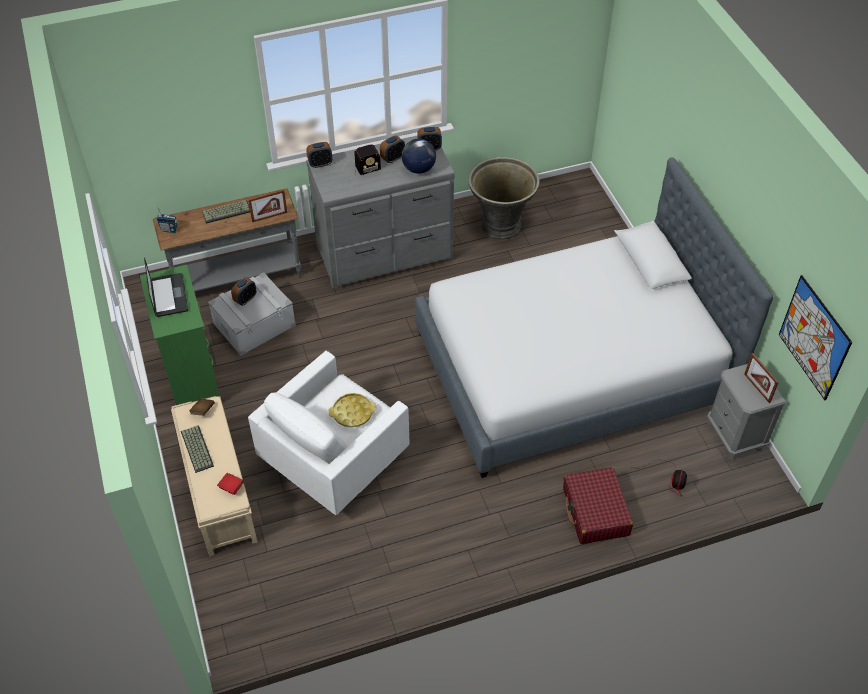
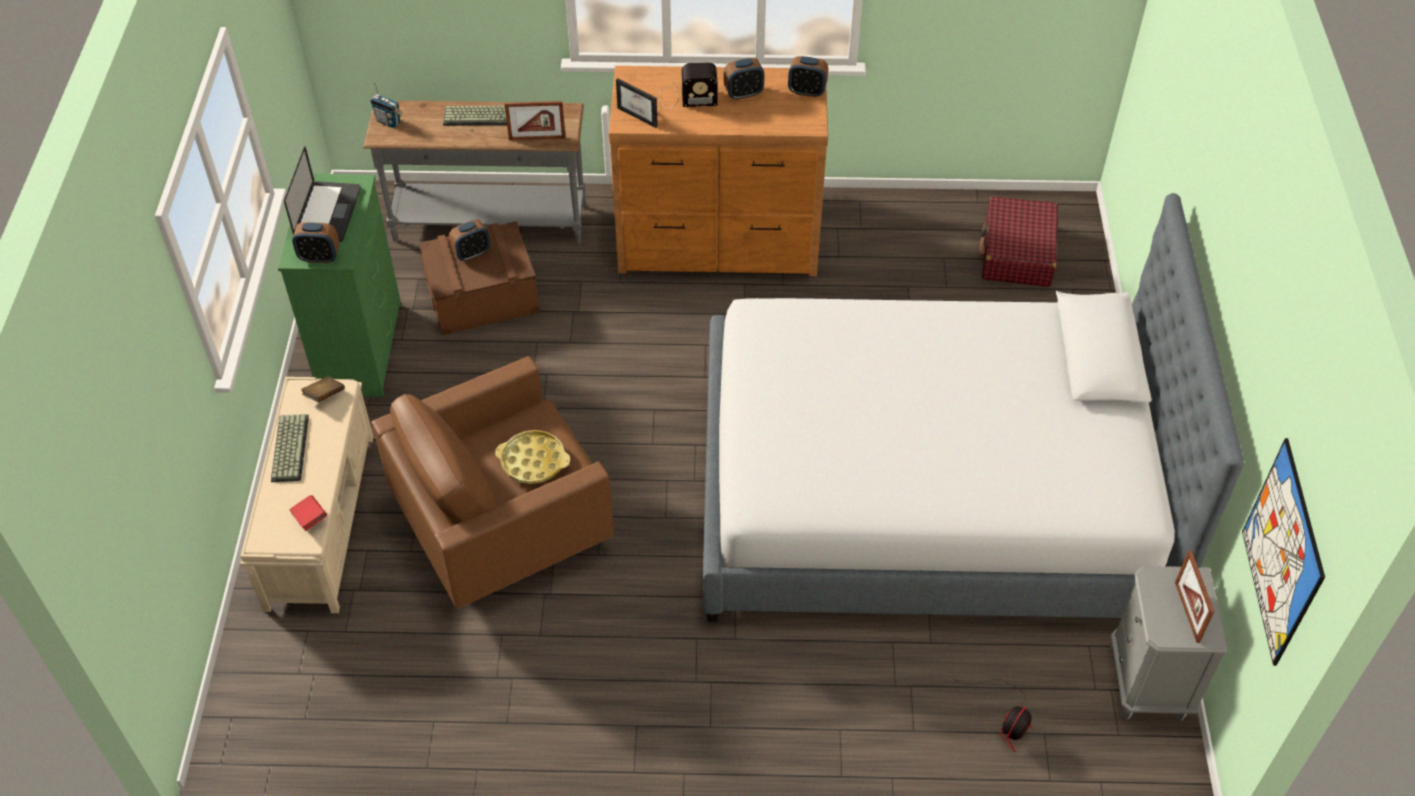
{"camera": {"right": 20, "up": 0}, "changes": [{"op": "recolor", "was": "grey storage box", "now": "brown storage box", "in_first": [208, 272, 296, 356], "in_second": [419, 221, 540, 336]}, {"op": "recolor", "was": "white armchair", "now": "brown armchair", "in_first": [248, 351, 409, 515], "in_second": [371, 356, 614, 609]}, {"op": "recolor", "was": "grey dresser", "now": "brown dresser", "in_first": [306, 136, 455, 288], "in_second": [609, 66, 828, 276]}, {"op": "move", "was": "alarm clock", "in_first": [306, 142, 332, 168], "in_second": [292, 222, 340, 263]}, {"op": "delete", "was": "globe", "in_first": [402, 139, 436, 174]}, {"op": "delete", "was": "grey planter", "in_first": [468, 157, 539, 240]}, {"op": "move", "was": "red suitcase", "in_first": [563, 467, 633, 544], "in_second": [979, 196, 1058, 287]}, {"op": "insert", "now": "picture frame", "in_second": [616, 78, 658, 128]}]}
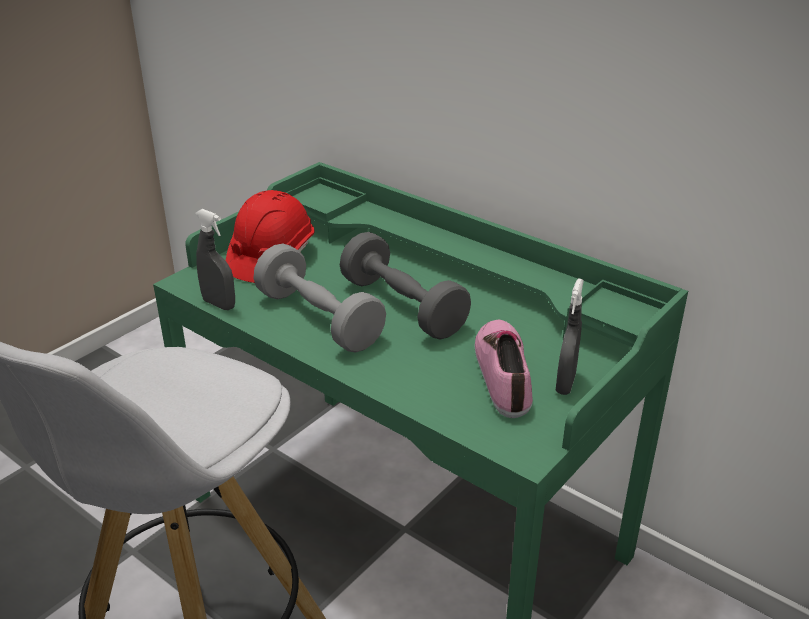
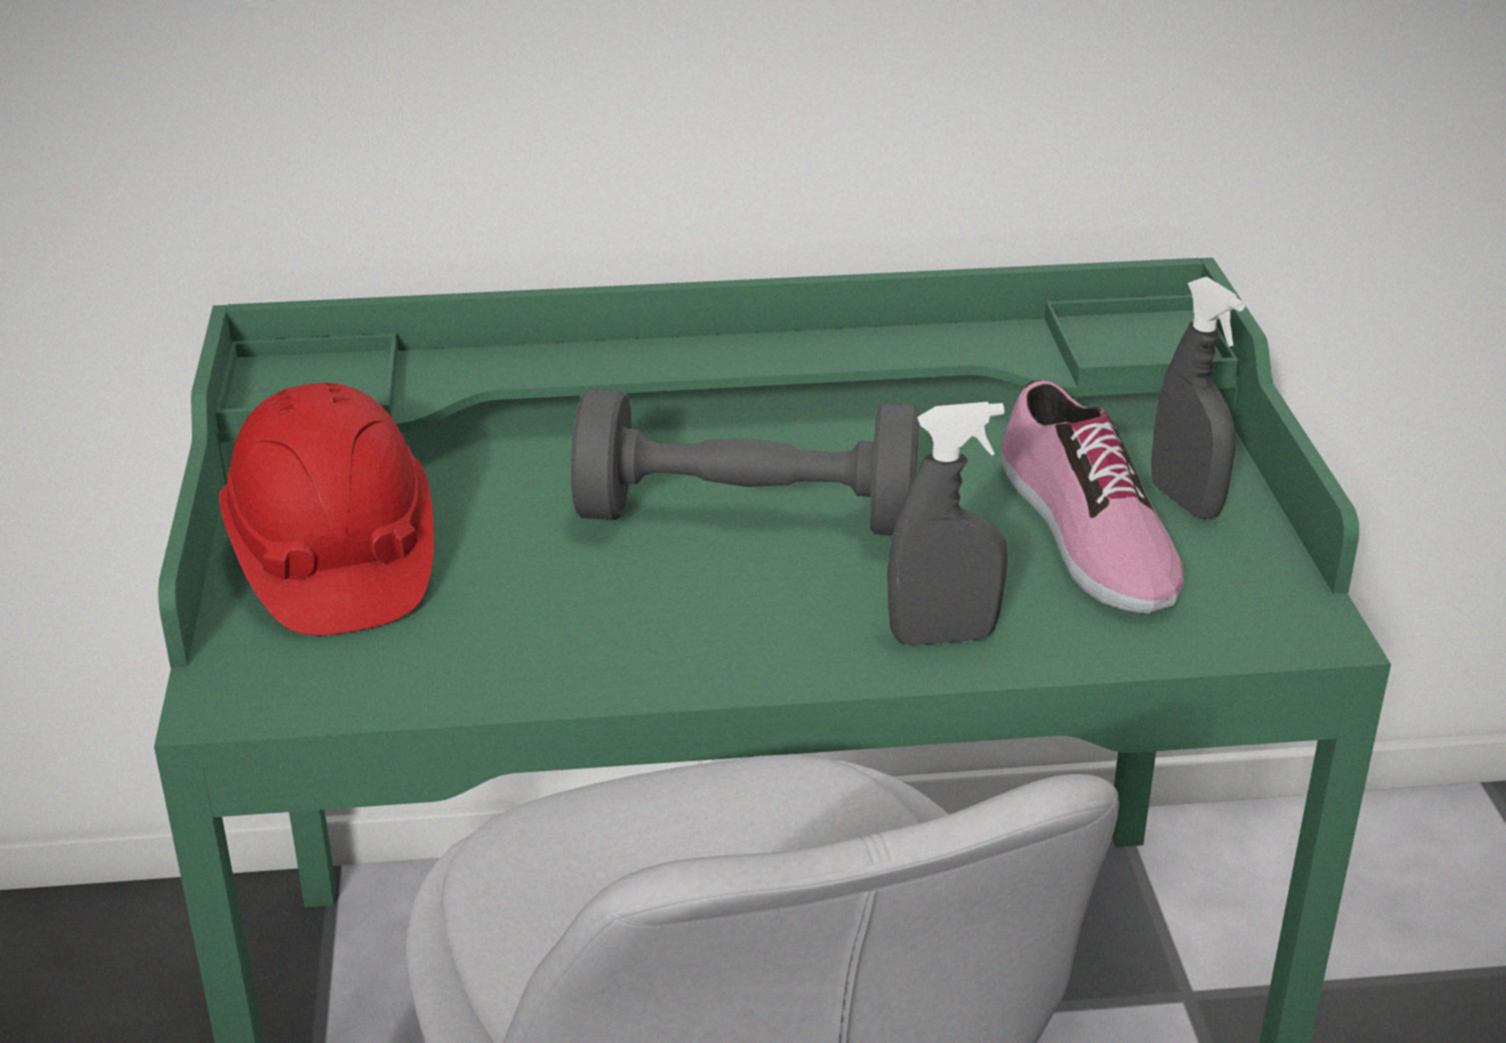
{"camera": {"right": -45, "up": 0}, "changes": [{"op": "move", "was": "grey spray bottle", "in_first": [195, 209, 235, 310], "in_second": [887, 402, 1007, 646]}, {"op": "delete", "was": "grey dumbbell", "in_first": [253, 244, 386, 353]}, {"op": "rotate", "was": "shoe", "in_first": [474, 319, 533, 418], "in_second": [1001, 380, 1184, 613], "clockwise": -150}]}
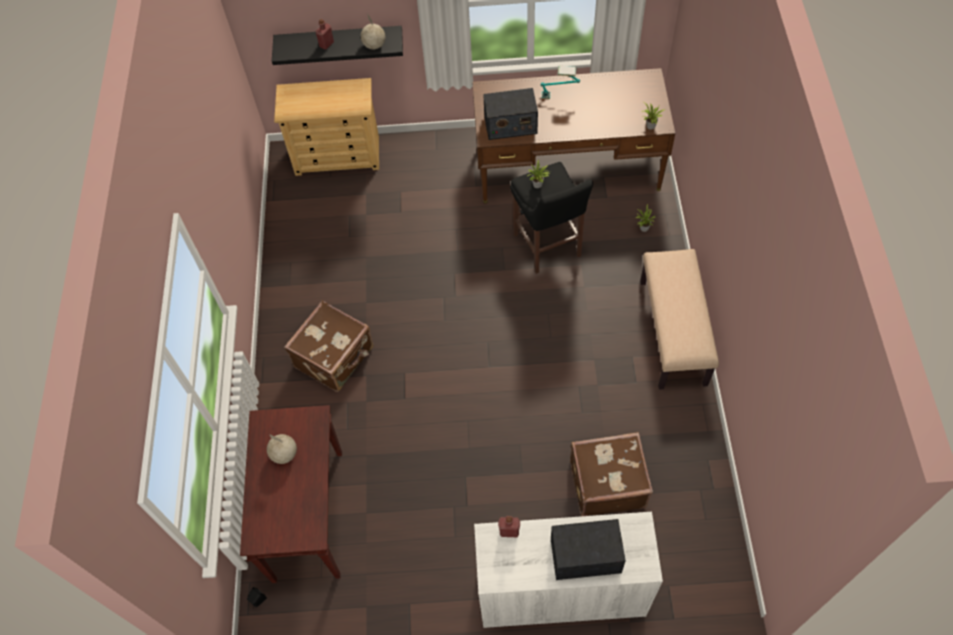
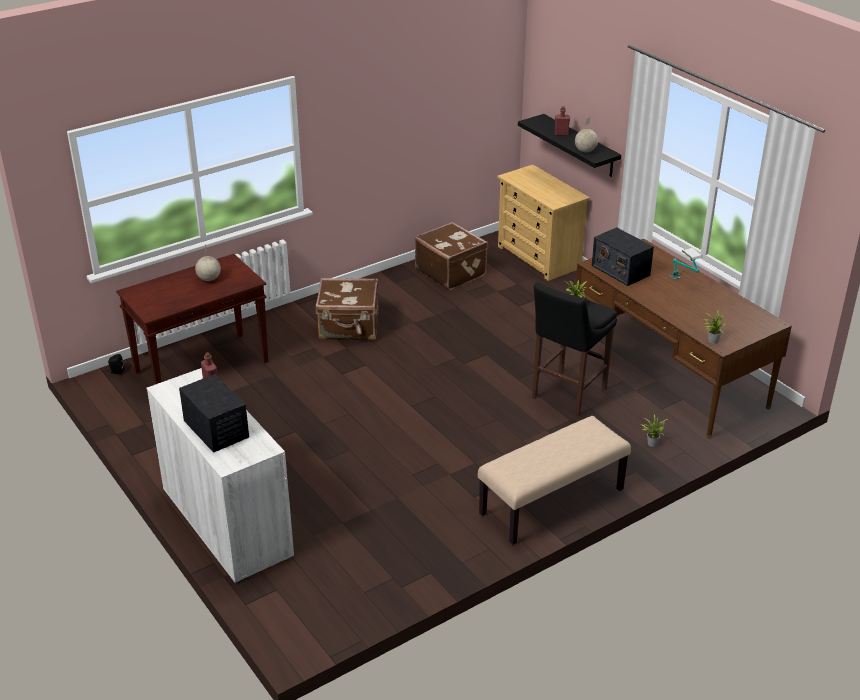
{"camera": {"right": 55, "up": -25}, "changes": [{"op": "move", "was": "brown suitcase", "in_first": [570, 432, 653, 516], "in_second": [415, 222, 488, 290]}]}
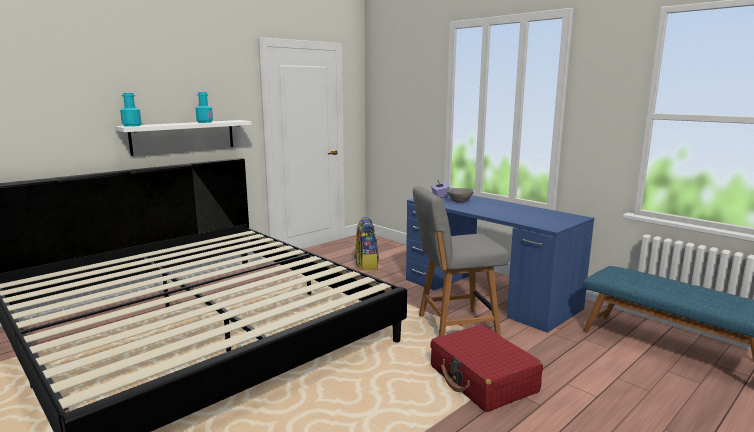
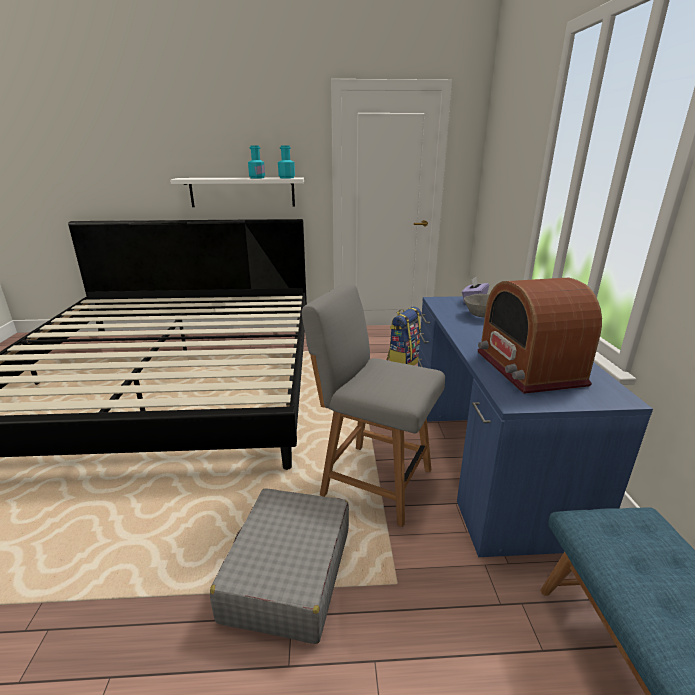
{"camera": {"right": 40, "up": 10}, "changes": [{"op": "move", "was": "turquoise bottle", "in_first": [120, 93, 142, 127], "in_second": [278, 145, 295, 179]}, {"op": "recolor", "was": "red suitcase", "now": "grey suitcase", "in_first": [430, 325, 543, 412], "in_second": [210, 488, 349, 644]}, {"op": "insert", "now": "radio", "in_second": [477, 278, 602, 394]}]}
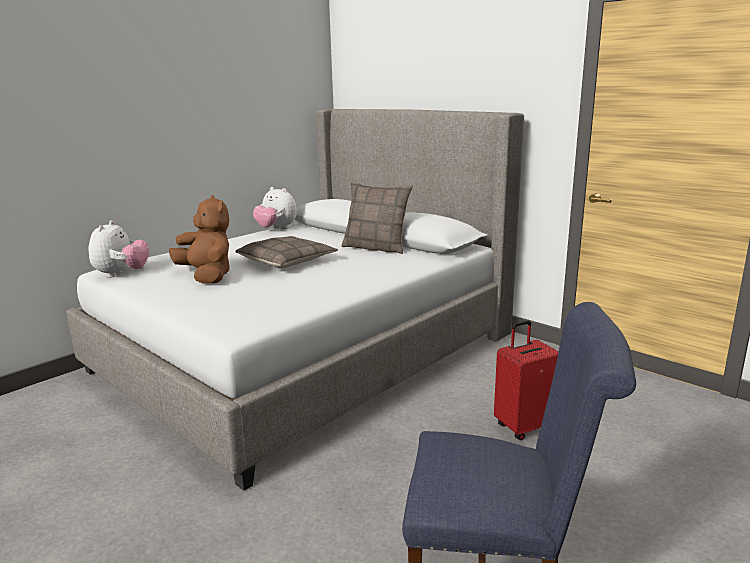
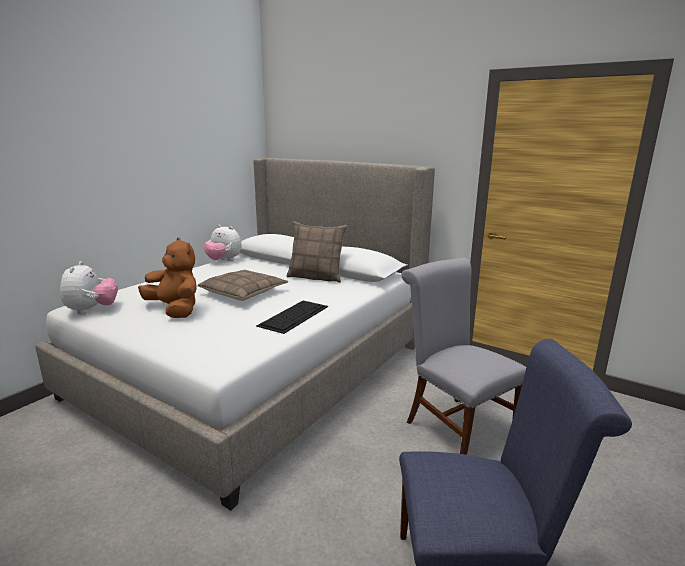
{"camera": {"right": -10, "up": 0}, "changes": [{"op": "replace", "was": "red suitcase", "now": "grey chair", "in_first": [494, 320, 559, 440], "in_second": [401, 258, 526, 455]}, {"op": "insert", "now": "keyboard", "in_second": [256, 301, 328, 334]}]}
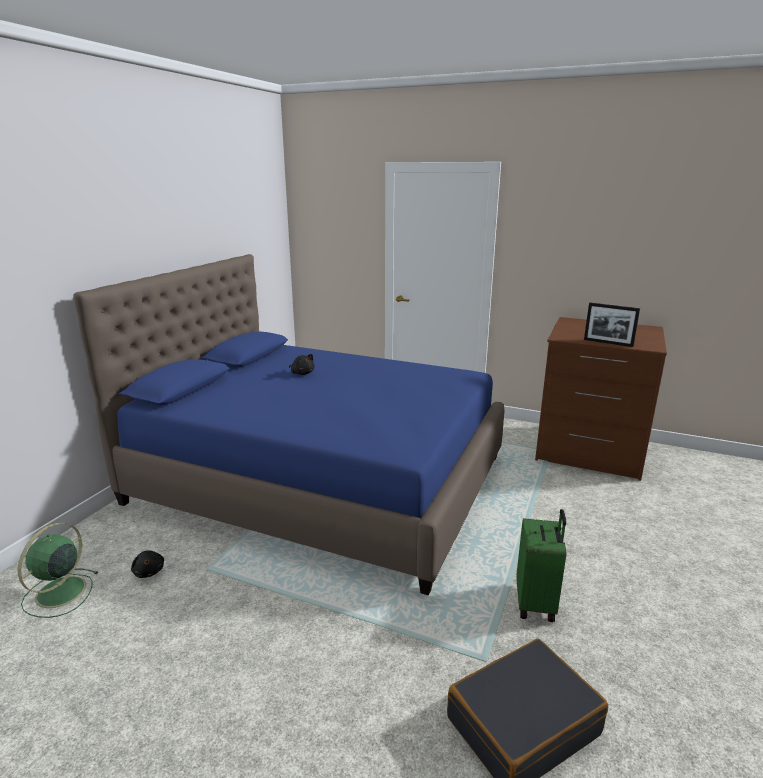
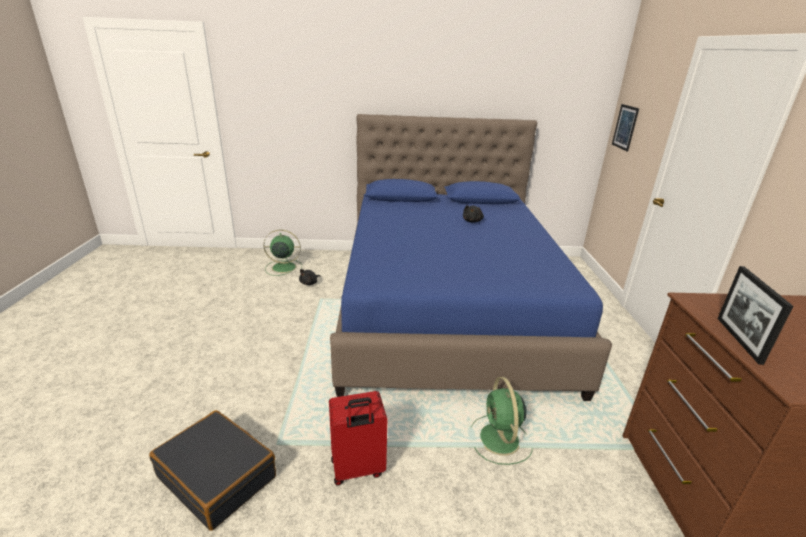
{"camera": {"right": 65, "up": 5}, "changes": [{"op": "recolor", "was": "green suitcase", "now": "red suitcase", "in_first": [516, 509, 566, 622], "in_second": [329, 391, 387, 486]}, {"op": "insert", "now": "green fan", "in_second": [471, 377, 533, 465]}, {"op": "insert", "now": "picture", "in_second": [612, 104, 639, 152]}]}
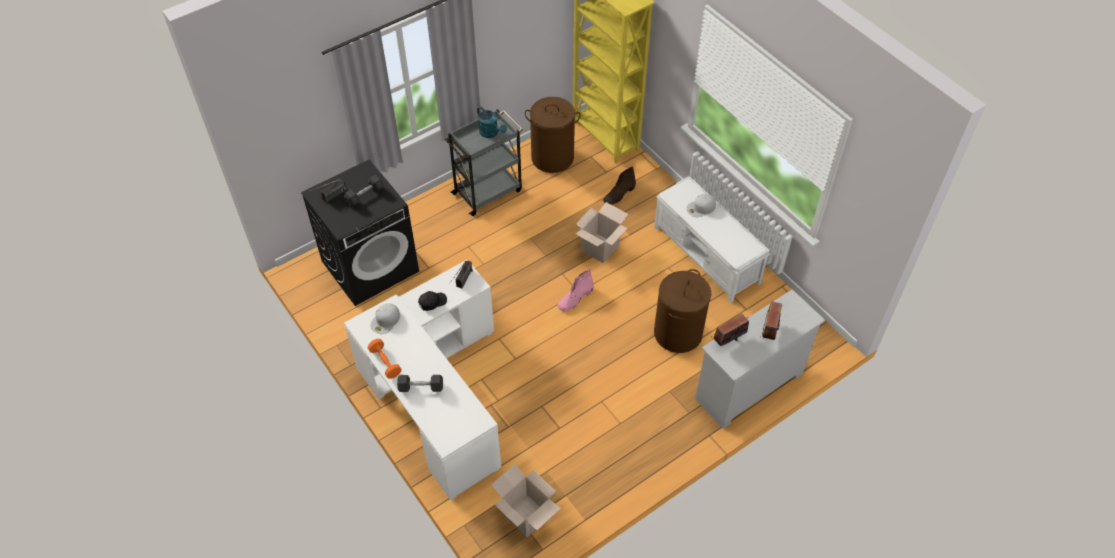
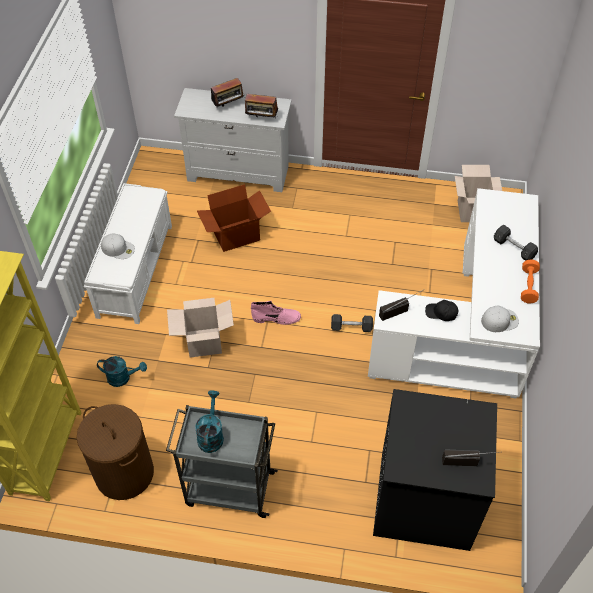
{"camera": {"right": -135, "up": 0}, "changes": [{"op": "move", "was": "grey dumbbell", "in_first": [344, 175, 383, 207], "in_second": [331, 314, 373, 332]}, {"op": "replace", "was": "brown boot", "now": "turquoise watering can", "in_first": [603, 166, 636, 205], "in_second": [97, 356, 147, 387]}, {"op": "replace", "was": "brown laundry basket", "now": "cardboard box", "in_first": [654, 269, 711, 353], "in_second": [197, 184, 271, 252]}]}
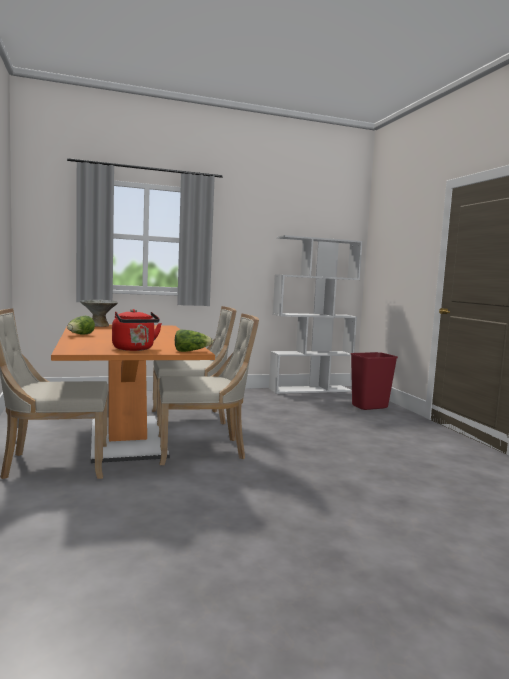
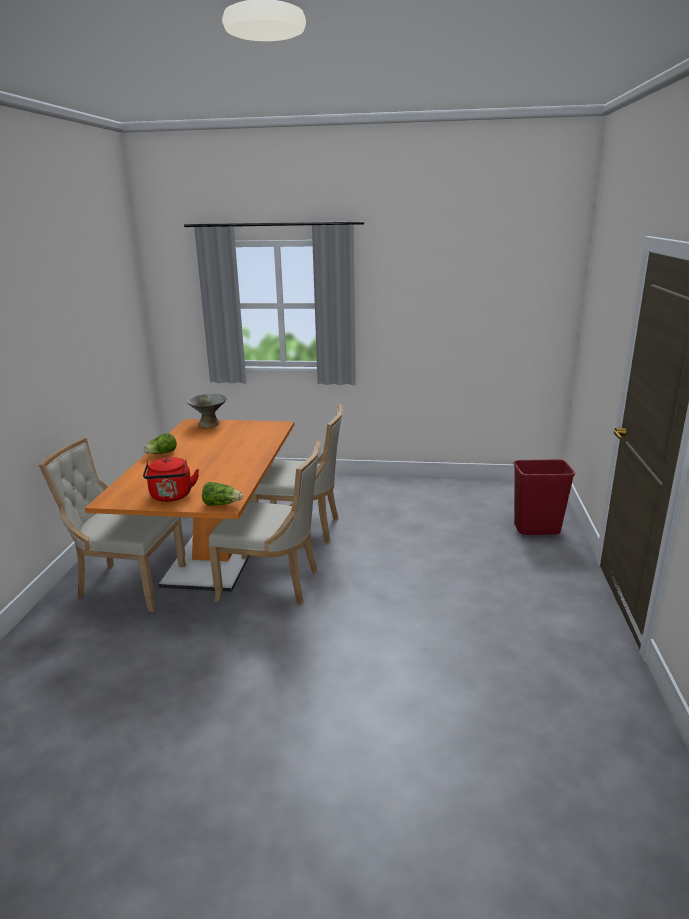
{"camera": {"right": 25, "up": 15}, "changes": [{"op": "delete", "was": "white bookcase", "in_first": [269, 235, 363, 394]}]}
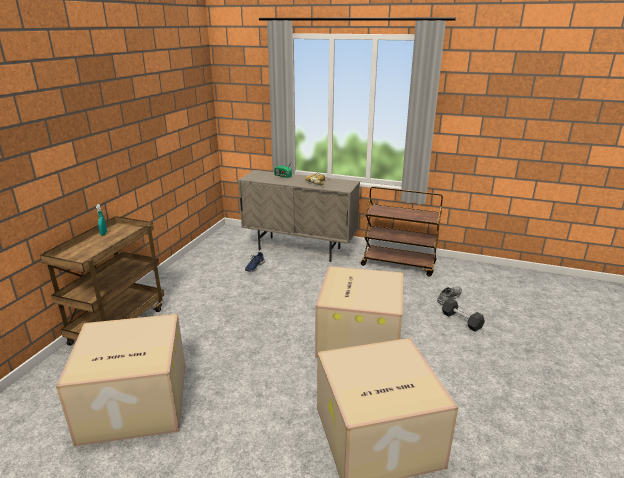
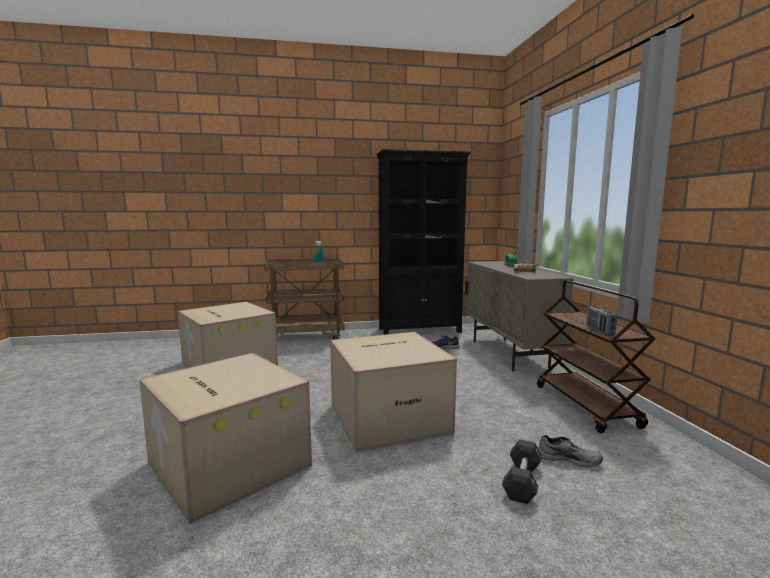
{"camera": {"right": 60, "up": -15}, "changes": [{"op": "insert", "now": "black bookcase", "in_second": [376, 149, 471, 335]}, {"op": "insert", "now": "radio", "in_second": [586, 306, 617, 336]}]}
